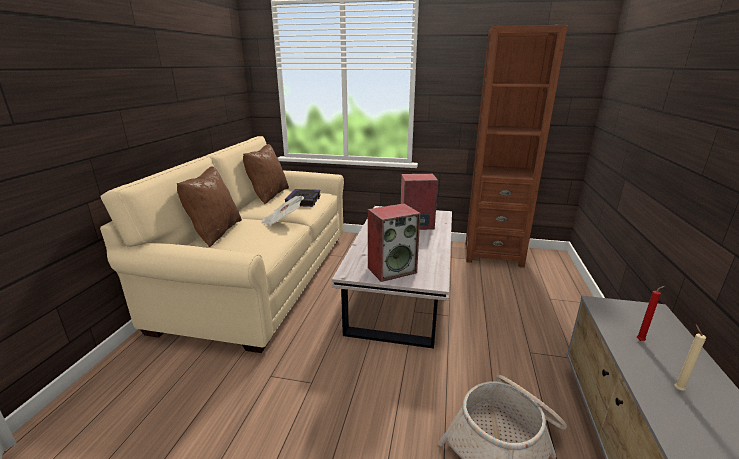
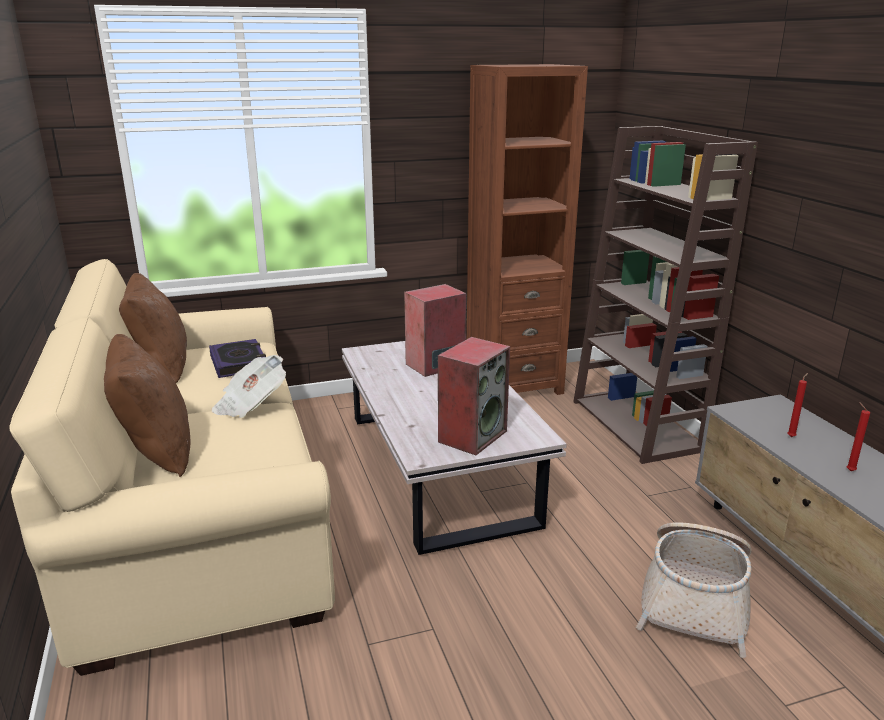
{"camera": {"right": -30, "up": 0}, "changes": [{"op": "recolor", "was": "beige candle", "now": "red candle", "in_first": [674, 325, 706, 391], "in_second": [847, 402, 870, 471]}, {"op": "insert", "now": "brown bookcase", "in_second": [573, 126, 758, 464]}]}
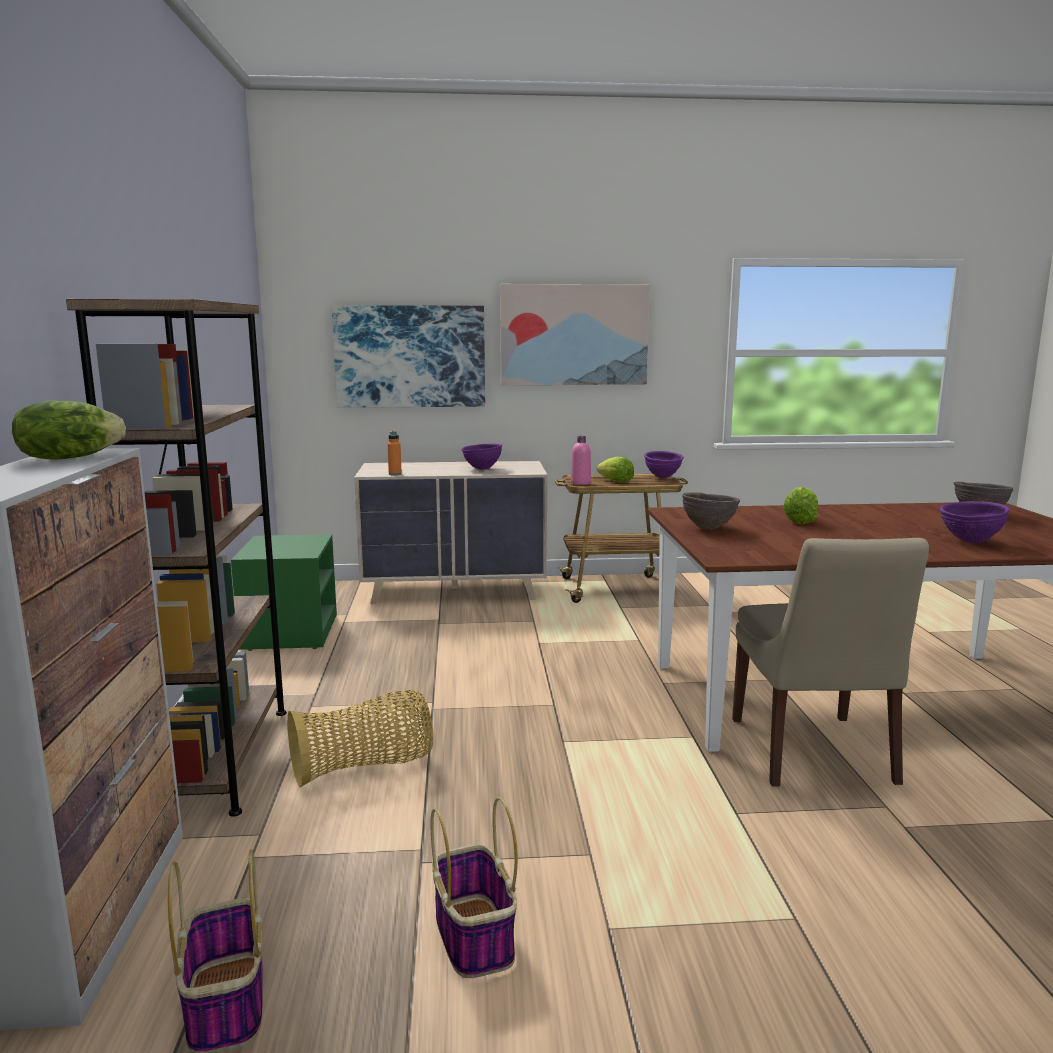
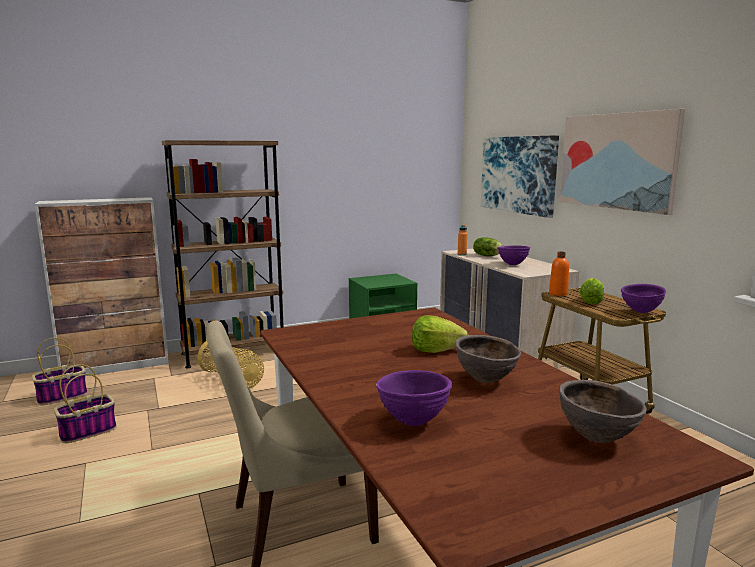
{"camera": {"right": 70, "up": 0}, "changes": [{"op": "move", "was": "lettuce", "in_first": [12, 400, 126, 460], "in_second": [473, 237, 503, 256]}, {"op": "recolor", "was": "pink bottle", "now": "orange bottle", "in_first": [571, 436, 591, 485], "in_second": [549, 252, 569, 296]}, {"op": "move", "was": "brown bowl", "in_first": [682, 492, 740, 530], "in_second": [455, 335, 521, 383]}]}
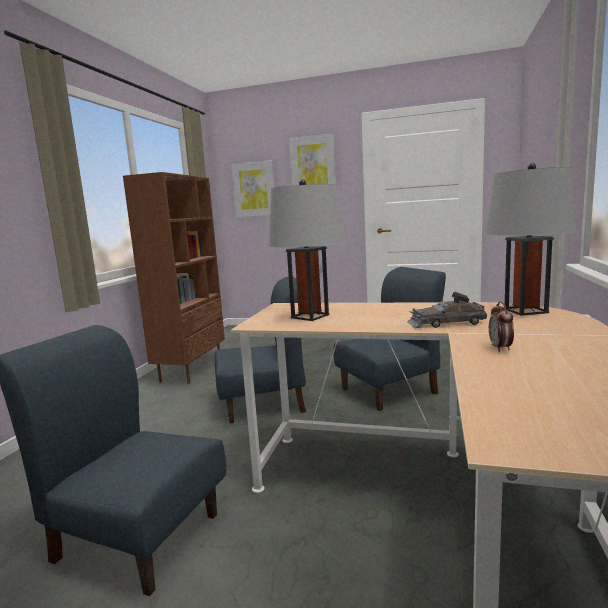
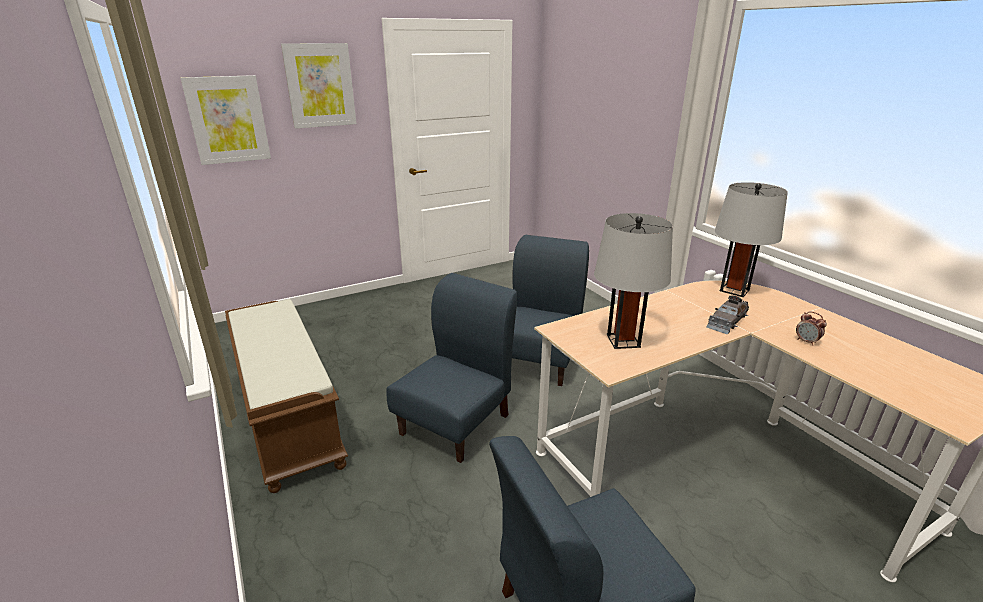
{"camera": {"right": -45, "up": 15}, "changes": [{"op": "replace", "was": "brown bookcase", "now": "brown bench", "in_first": [123, 172, 225, 384], "in_second": [225, 299, 348, 493]}]}
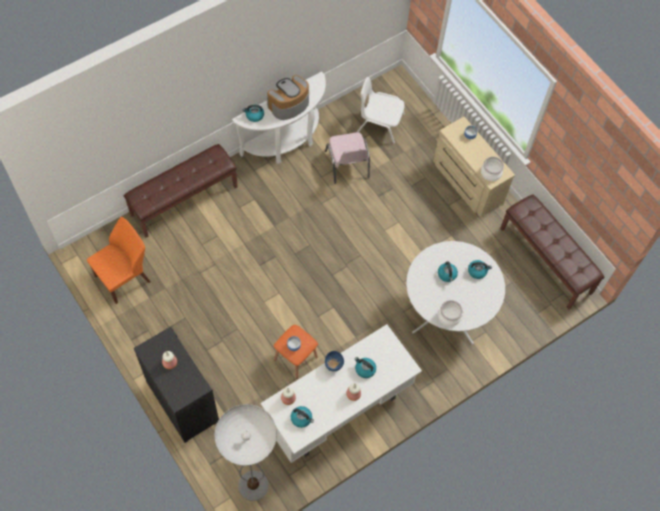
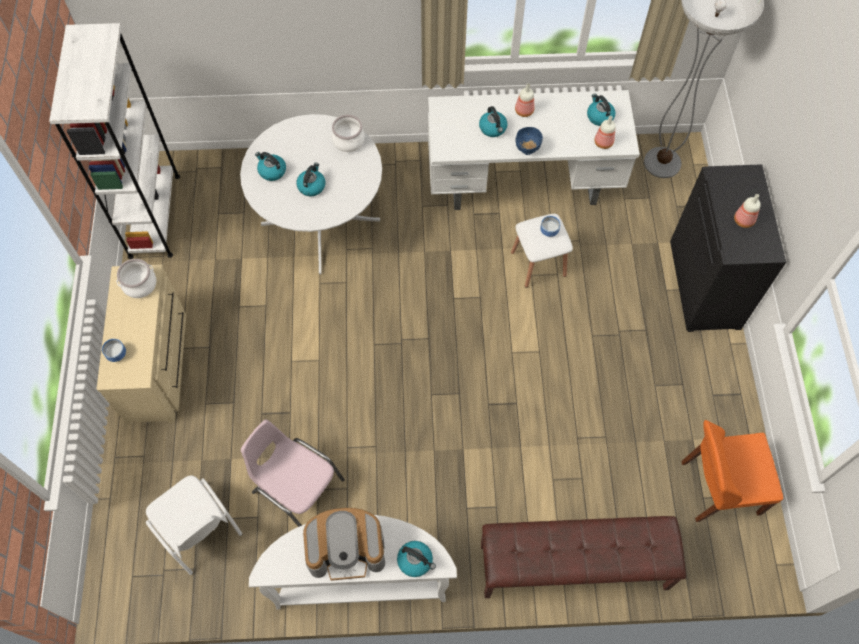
{"camera": {"right": -145, "up": 0}, "changes": [{"op": "recolor", "was": "orange stool", "now": "white stool", "in_first": [274, 324, 318, 379], "in_second": [511, 214, 573, 288]}, {"op": "rotate", "was": "pink chair", "in_first": [325, 132, 370, 184], "in_second": [241, 420, 344, 527], "clockwise": -75}, {"op": "replace", "was": "brown bench", "now": "white bookcase", "in_first": [500, 194, 605, 310], "in_second": [49, 23, 180, 259]}]}
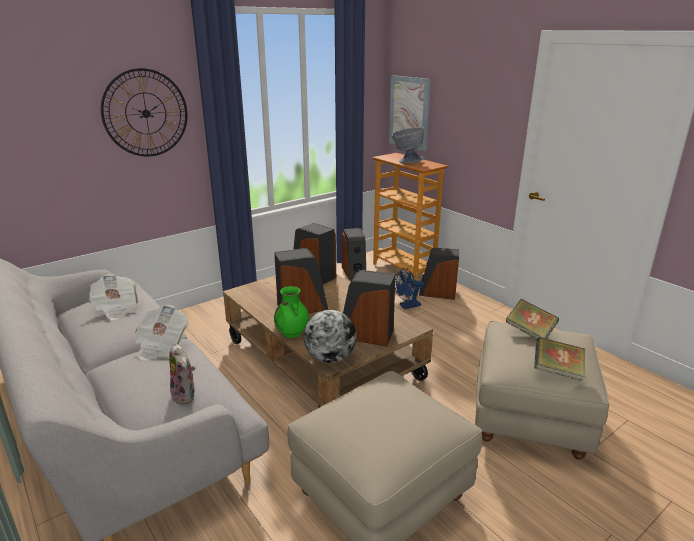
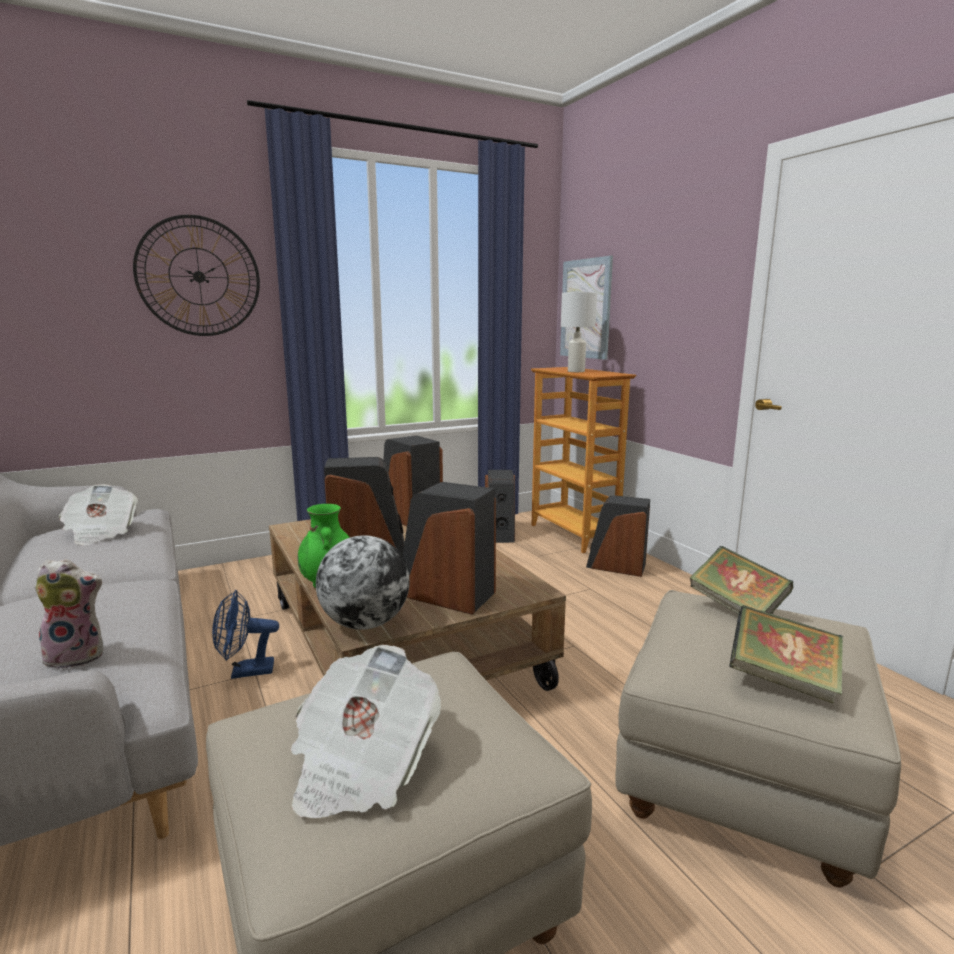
{"camera": {"right": 10, "up": -10}, "changes": [{"op": "move", "was": "newspaper", "in_first": [135, 305, 189, 360], "in_second": [291, 645, 441, 818]}, {"op": "rotate", "was": "plush toy", "in_first": [169, 343, 195, 404], "in_second": [34, 559, 103, 670], "clockwise": -75}, {"op": "replace", "was": "grey bowl", "now": "white table lamp", "in_first": [392, 127, 424, 163], "in_second": [561, 292, 597, 372]}, {"op": "move", "was": "blue fan", "in_first": [395, 268, 424, 309], "in_second": [212, 590, 279, 679]}]}
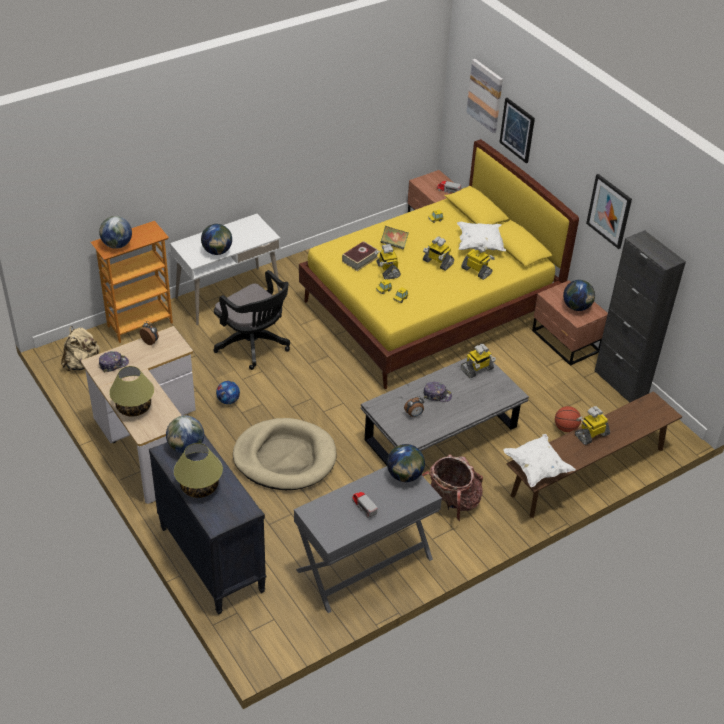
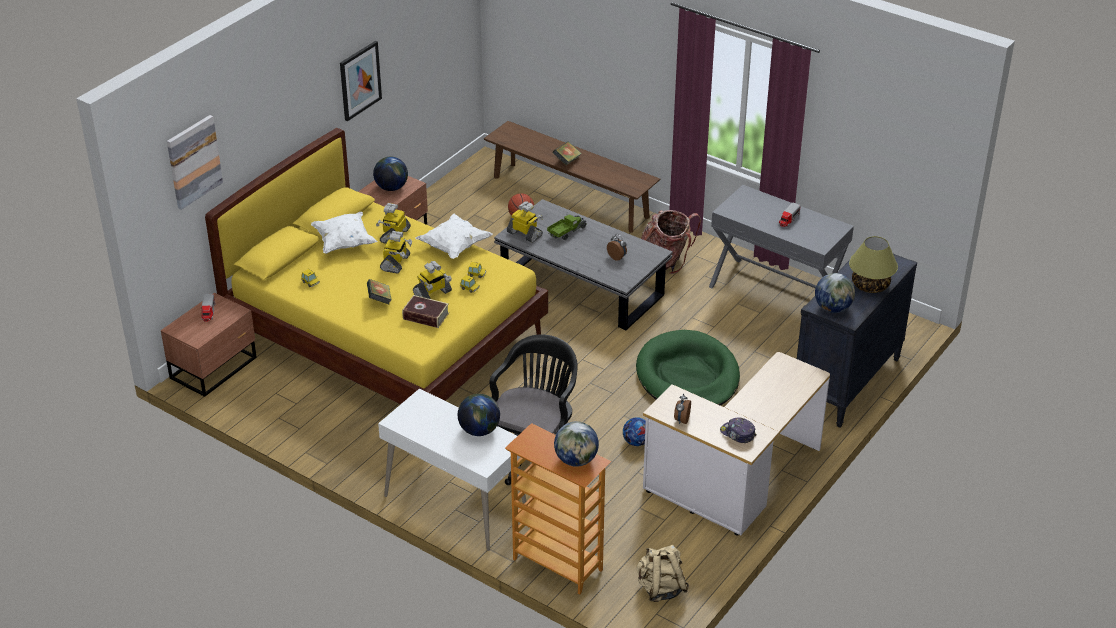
{"camera": {"right": -110, "up": -5}, "changes": [{"op": "delete", "was": "table lamp", "in_first": [109, 366, 154, 417]}, {"op": "recolor", "was": "beige dog bed", "now": "green dog bed", "in_first": [233, 418, 336, 490], "in_second": [636, 330, 740, 406]}, {"op": "delete", "was": "globe", "in_first": [387, 444, 425, 482]}, {"op": "delete", "was": "cap", "in_first": [423, 382, 452, 402]}, {"op": "delete", "was": "picture", "in_first": [499, 98, 535, 163]}, {"op": "move", "was": "white pillow", "in_first": [503, 434, 576, 487], "in_second": [415, 213, 493, 259]}, {"op": "replace", "was": "toy robot", "now": "book", "in_first": [575, 406, 610, 445], "in_second": [553, 141, 582, 165]}, {"op": "delete", "was": "black cabinet", "in_first": [594, 230, 686, 403]}, {"op": "insert", "now": "toy truck", "in_second": [547, 215, 586, 240]}]}
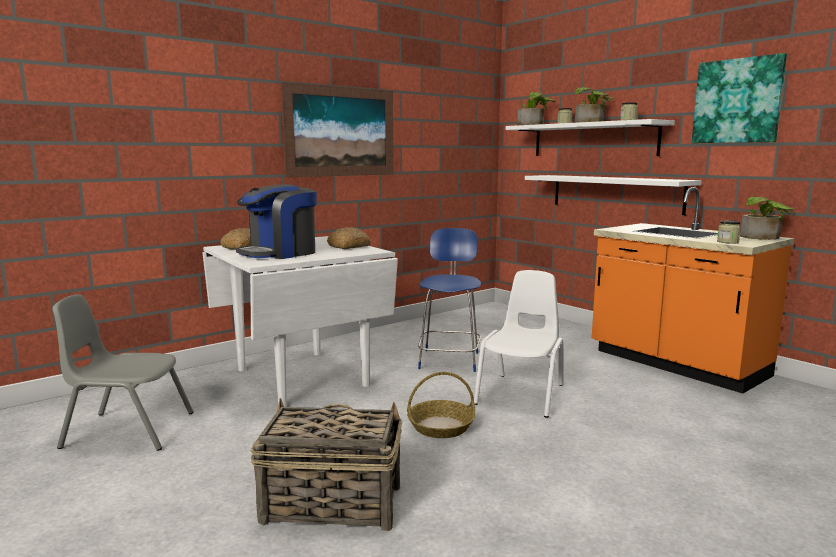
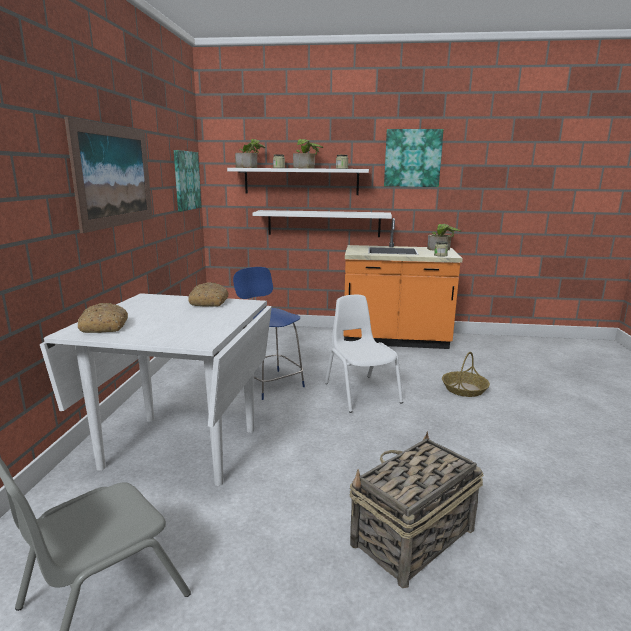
{"camera": {"right": -45, "up": 5}, "changes": [{"op": "delete", "was": "coffee machine", "in_first": [236, 184, 317, 259]}, {"op": "move", "was": "basket", "in_first": [407, 372, 475, 438], "in_second": [442, 352, 490, 397]}, {"op": "insert", "now": "picture", "in_second": [174, 150, 201, 211]}]}
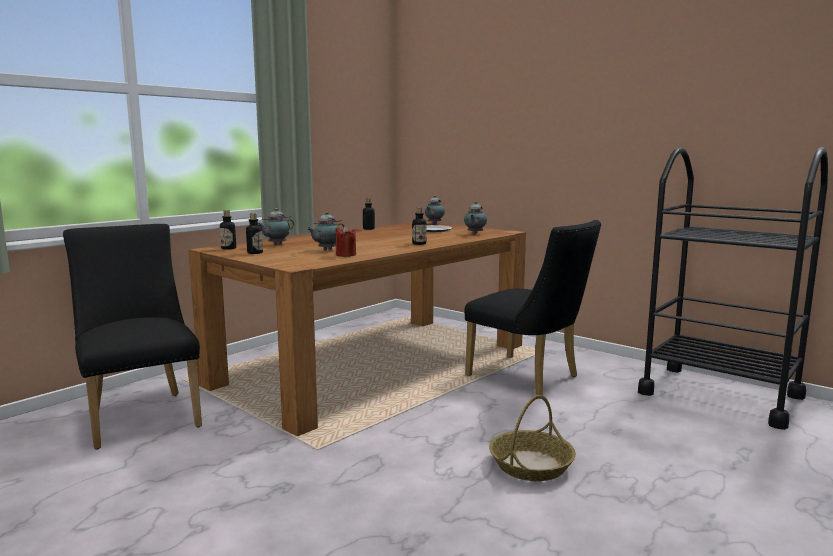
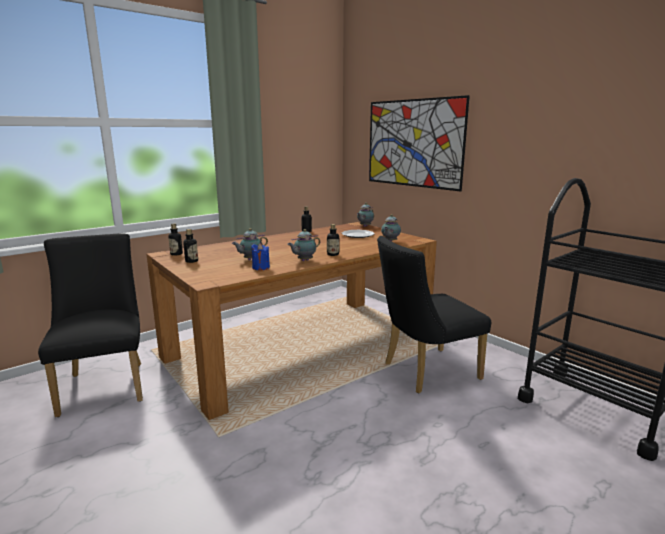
{"camera": {"right": 10, "up": 5}, "changes": [{"op": "move", "was": "teapot", "in_first": [258, 208, 294, 245], "in_second": [287, 229, 320, 261]}, {"op": "recolor", "was": "red candle", "now": "blue candle", "in_first": [335, 225, 356, 257], "in_second": [251, 243, 270, 270]}, {"op": "rotate", "was": "black chair", "in_first": [465, 220, 601, 395], "in_second": [377, 236, 491, 393], "clockwise": 105}, {"op": "delete", "was": "basket", "in_first": [489, 395, 576, 481]}, {"op": "insert", "now": "picture", "in_second": [369, 95, 470, 192]}]}
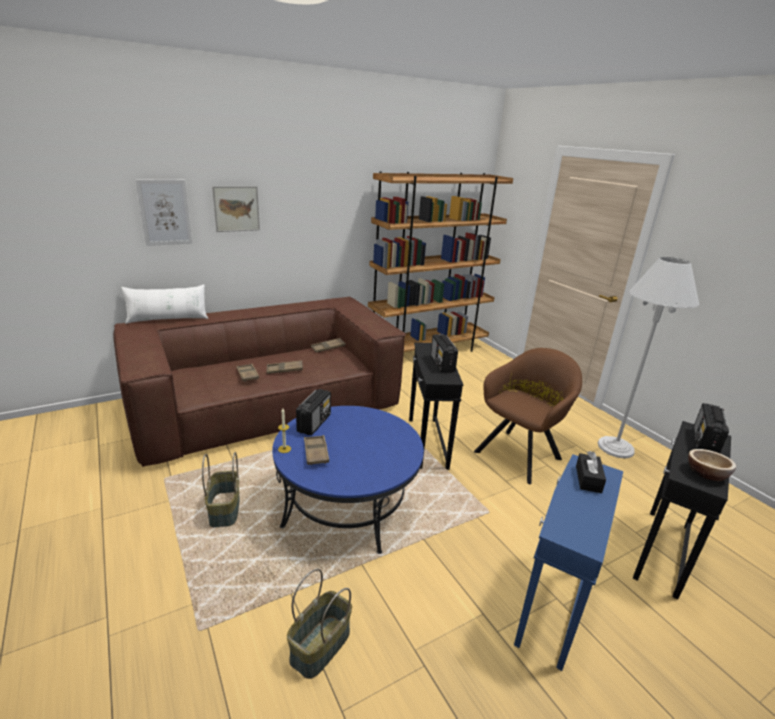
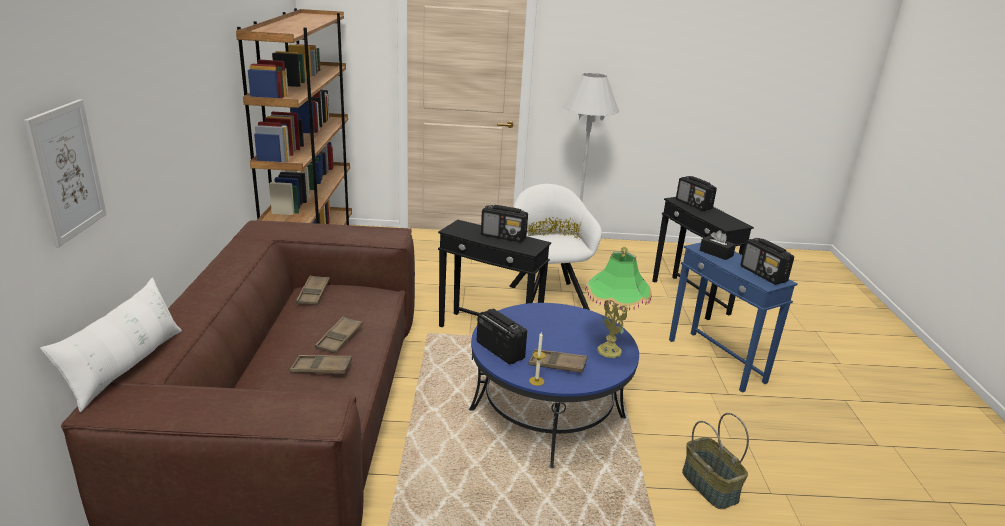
{"camera": {"right": -60, "up": 0}, "changes": [{"op": "delete", "was": "basket", "in_first": [202, 452, 240, 527]}, {"op": "delete", "was": "picture", "in_first": [212, 186, 260, 232]}, {"op": "recolor", "was": "brown armchair", "now": "white armchair", "in_first": [474, 348, 582, 484], "in_second": [509, 184, 602, 310]}, {"op": "delete", "was": "bowl", "in_first": [688, 449, 736, 481]}, {"op": "insert", "now": "table lamp", "in_second": [585, 246, 652, 358]}, {"op": "insert", "now": "radio", "in_second": [740, 238, 794, 285]}]}
